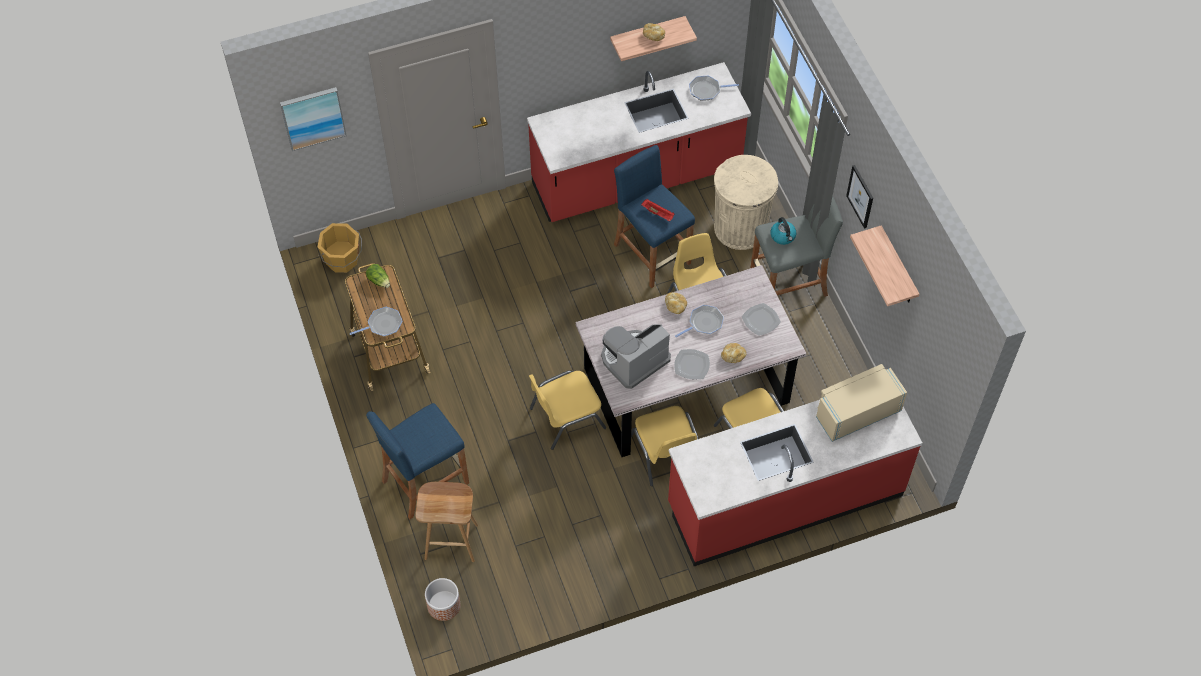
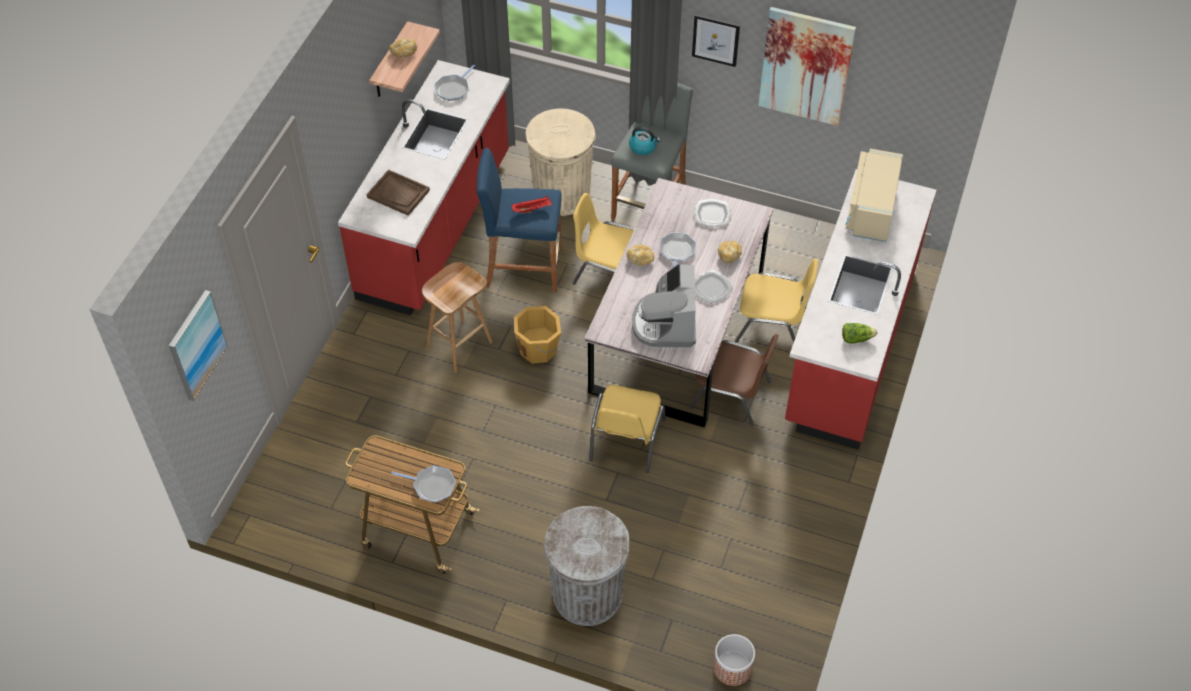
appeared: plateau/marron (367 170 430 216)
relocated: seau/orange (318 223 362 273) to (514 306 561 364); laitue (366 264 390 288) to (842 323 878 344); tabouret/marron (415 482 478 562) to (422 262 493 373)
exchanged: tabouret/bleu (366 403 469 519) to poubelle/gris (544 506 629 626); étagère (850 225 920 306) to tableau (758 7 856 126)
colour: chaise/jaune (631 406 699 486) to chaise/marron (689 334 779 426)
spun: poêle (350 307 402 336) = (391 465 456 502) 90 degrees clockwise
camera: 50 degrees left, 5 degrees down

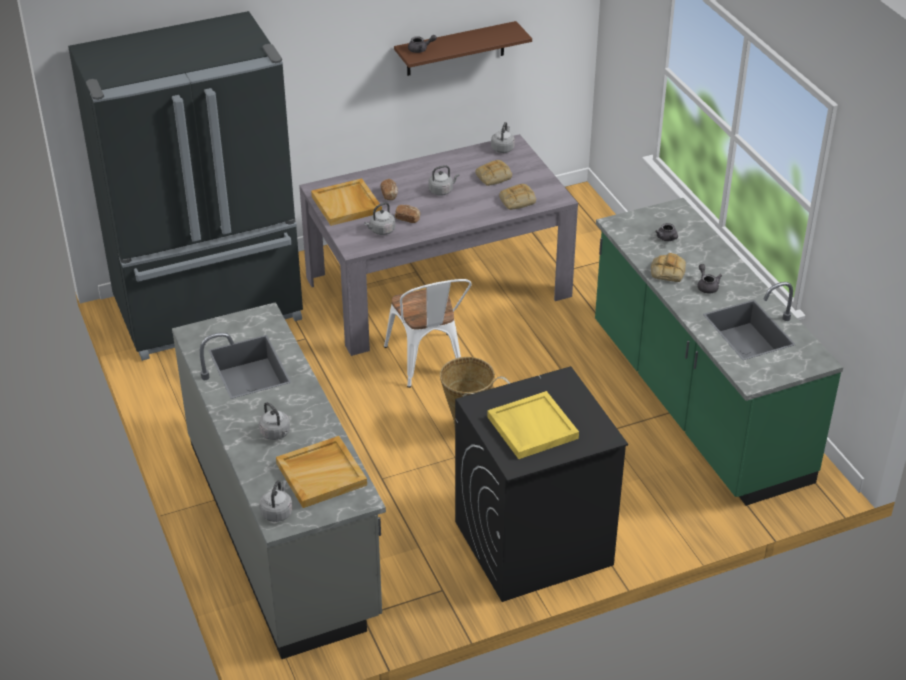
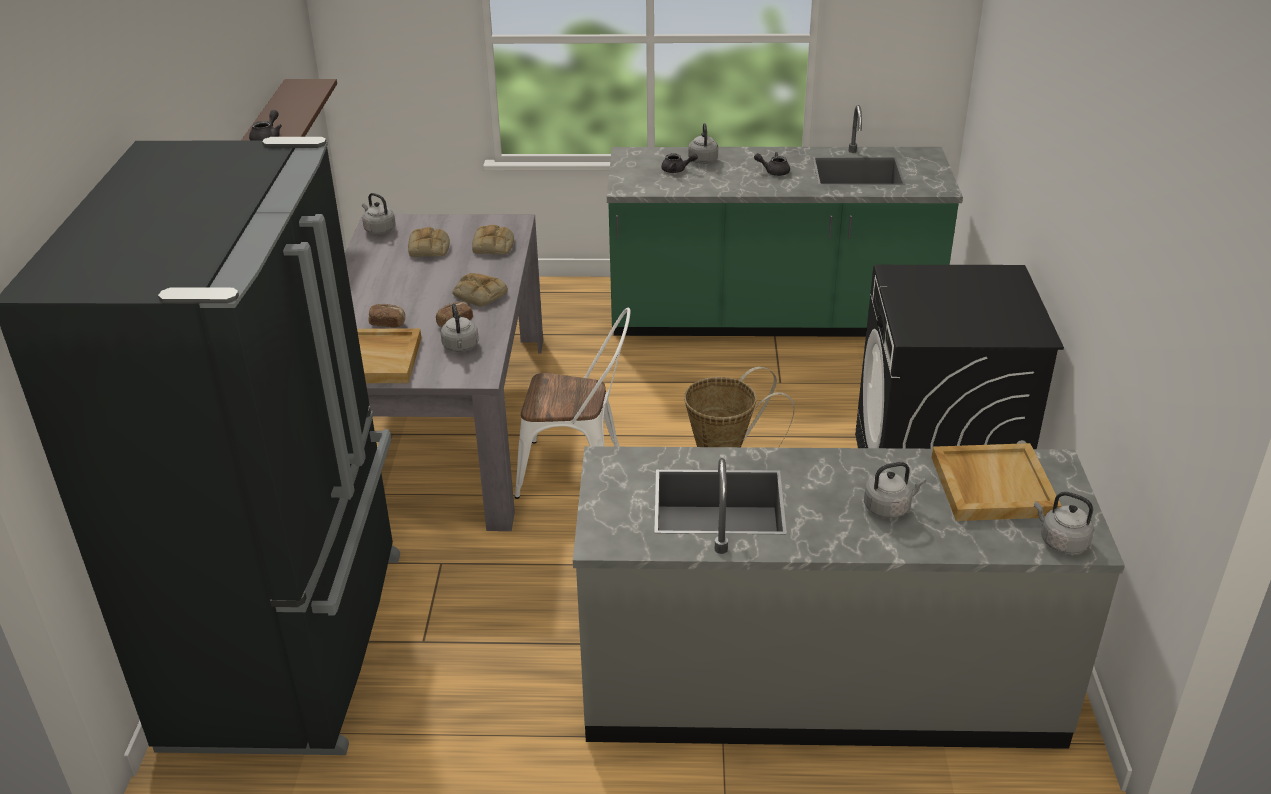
missing: plateau/jaune (488 391 579 459)
relocated: bouilloire/gris (428 165 459 196) to (688 123 718 164); pain (651 253 686 282) to (452 273 508 307)
camera: 65 degrees left, 5 degrees down

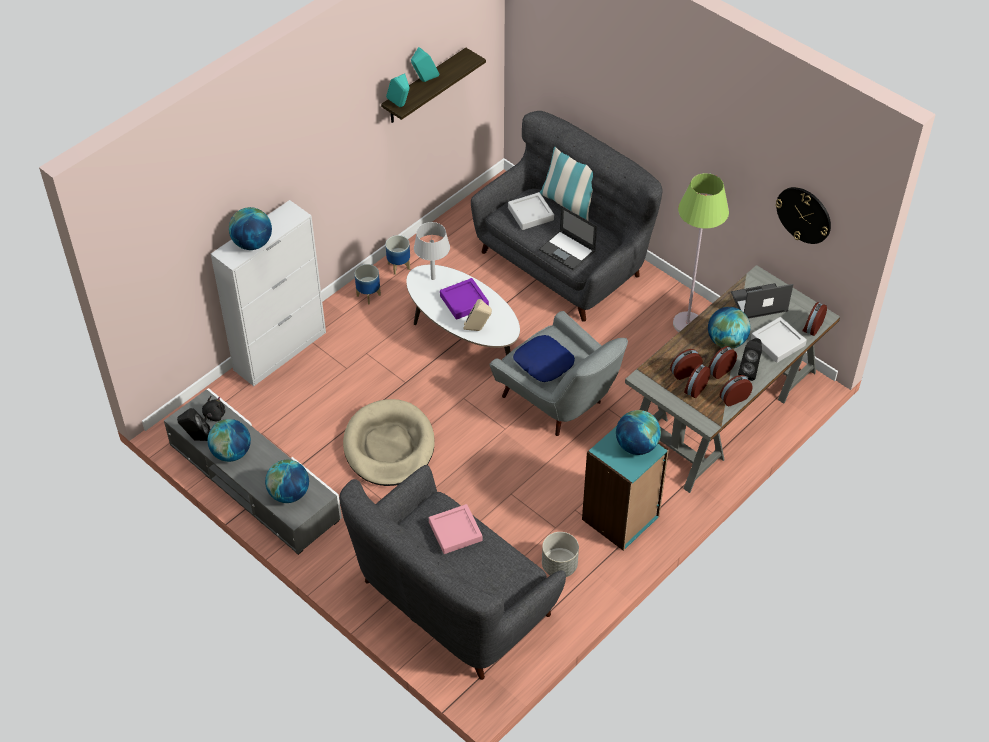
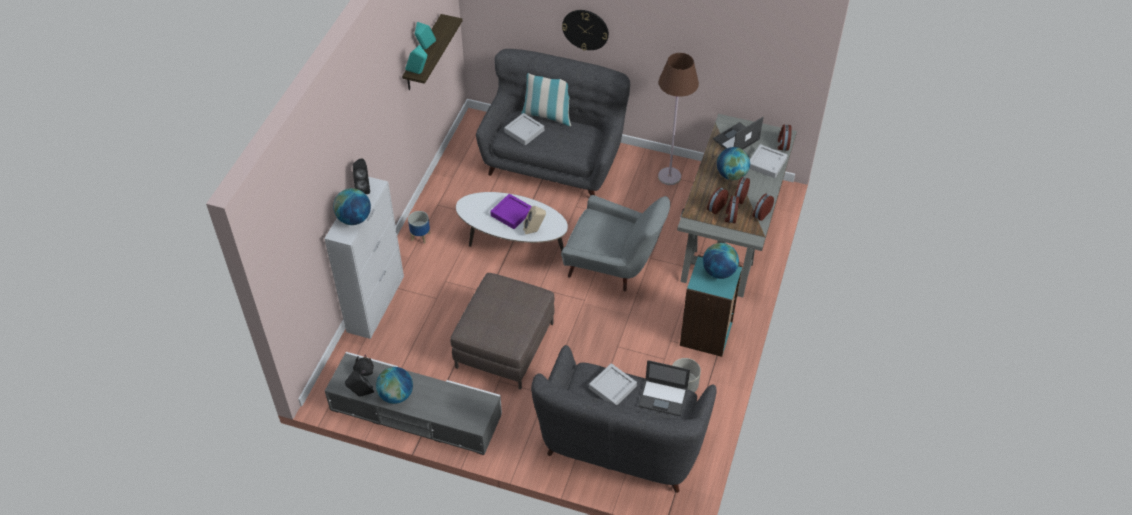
missing: globe (265 460 309 503); cache-pot (386 235 410 275); lampe de table/gris (414 222 450 280); coussin/bleu (513 335 575 382)
relocated: ordinateur portable (539 206 597 271) to (638 360 690 416); enceinte/noir (738 338 762 381) to (353 158 370 194); horloge murale (775 187 831 244) to (562 10 609 50)
exchanged: panier pour chien/beige (343 399 435 486) to pouf/marron (450 273 554 390)
colour: plateau/rose (429 504 482 554) to plateau/gris (589 363 637 405); lampadaire/vert (673 173 729 332) to lampadaire/marron (658 53 699 185)
camera: 25 degrees left, 0 degrees up

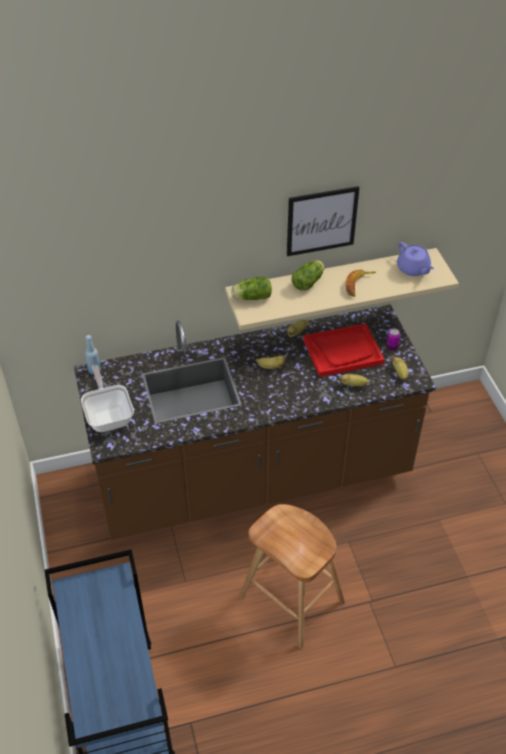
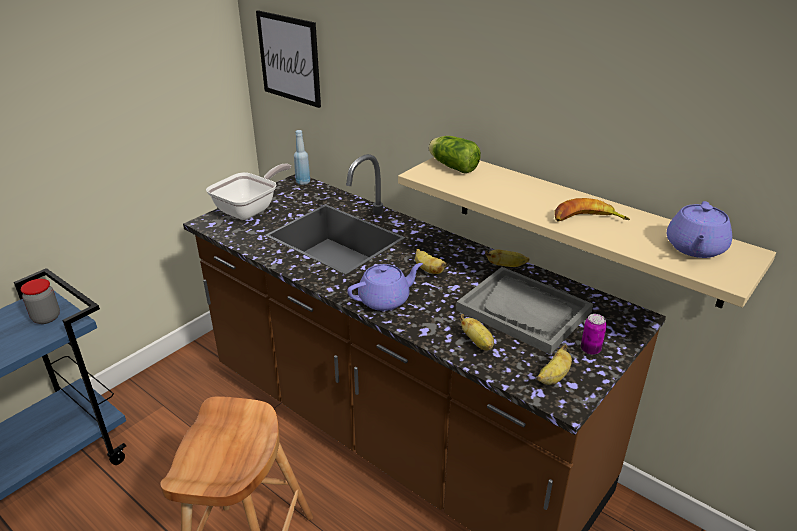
missing: laitue (291 260 324 291)
appeared: bocal (21 279 60 324); théière/violet (347 263 423 311)
relocated: tableau (287 186 359 256) to (256 10 321 108)
colour: plateau/rouge (303 323 385 377) to plateau/gris (456 267 593 354)
camera: 55 degrees right, 15 degrees down

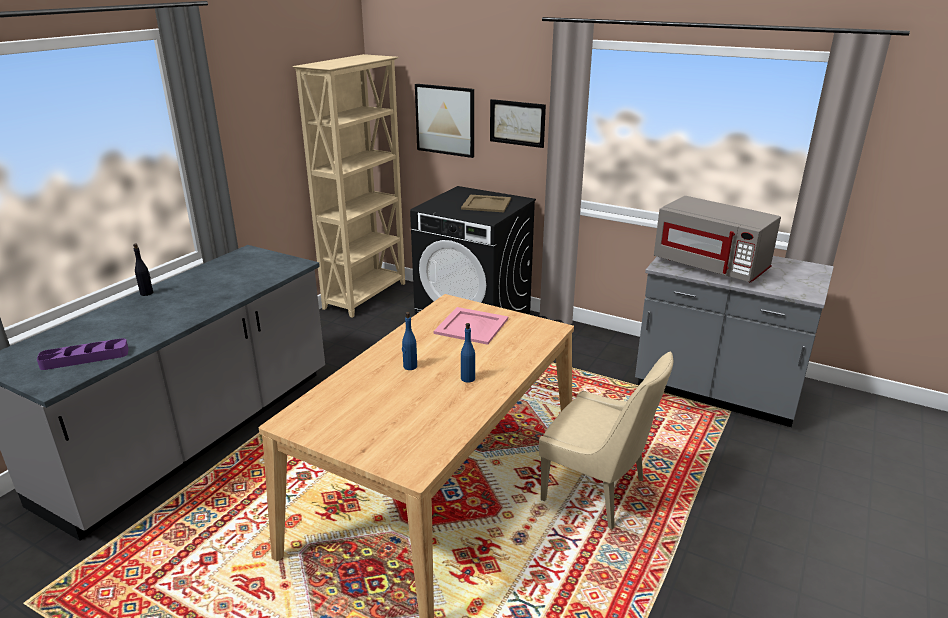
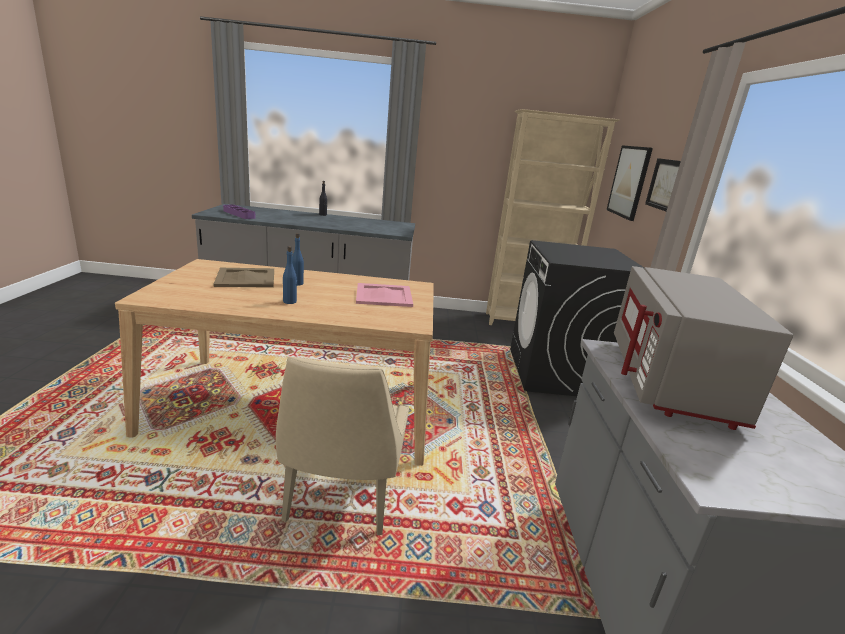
relocated: plateau/beige (461 195 511 212) to (213 268 274 287)
camera: 60 degrees right, 5 degrees down

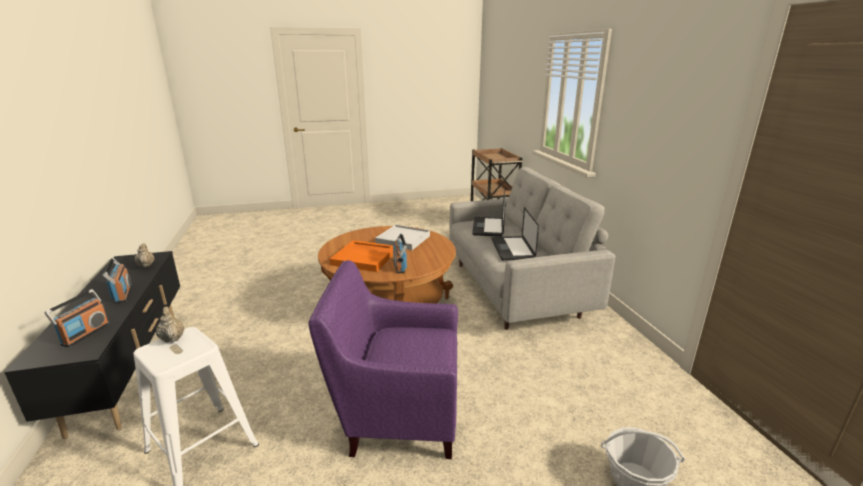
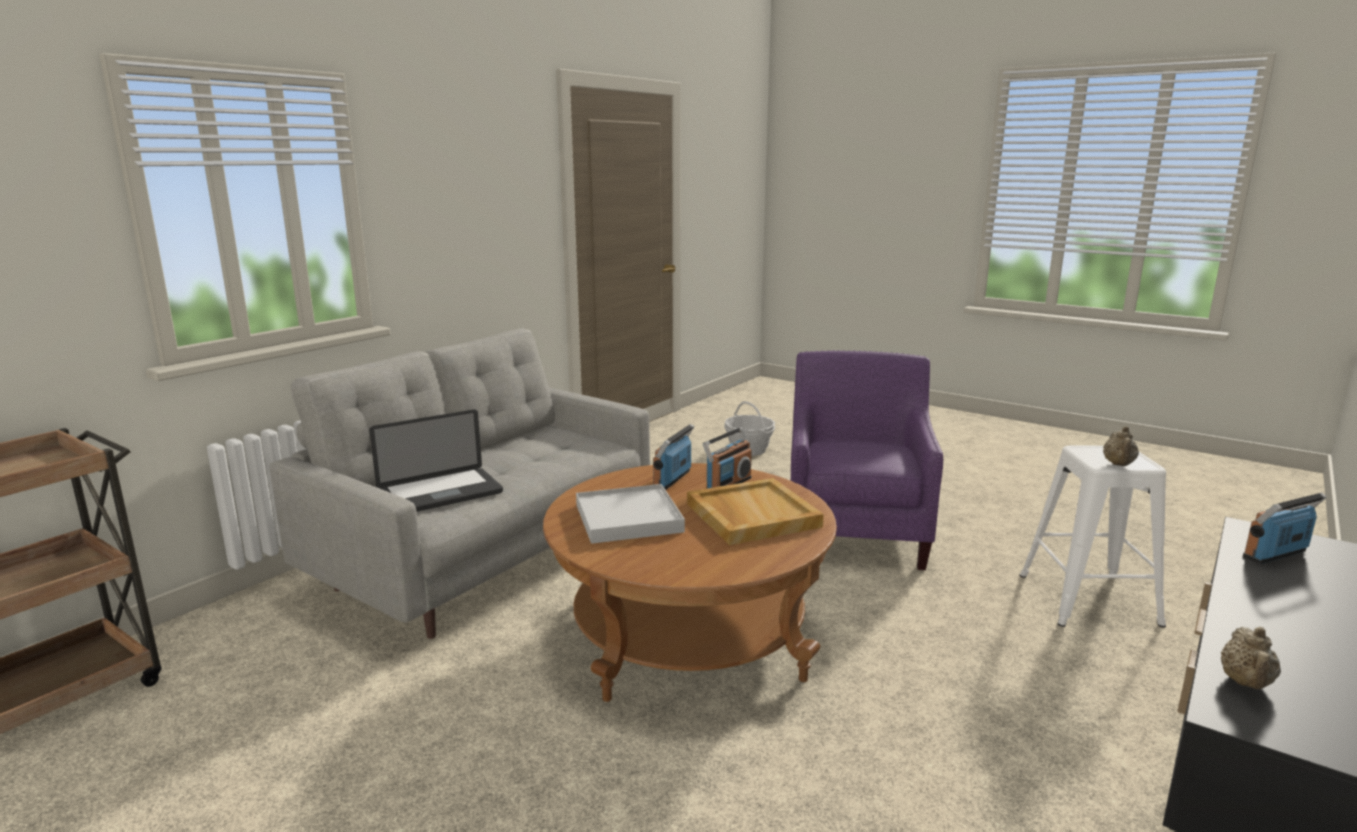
missing: ordinateur portable (491 207 539 260)
relocated: radio (103 258 132 303) to (653 424 694 490)
colour: plateau/orange (330 240 393 272) to plateau/beige (687 478 824 545)
spun: fauteuil/violet (308 260 458 459) = (791 350 943 570) 135 degrees counterclockwise
camera: 130 degrees left, 5 degrees down

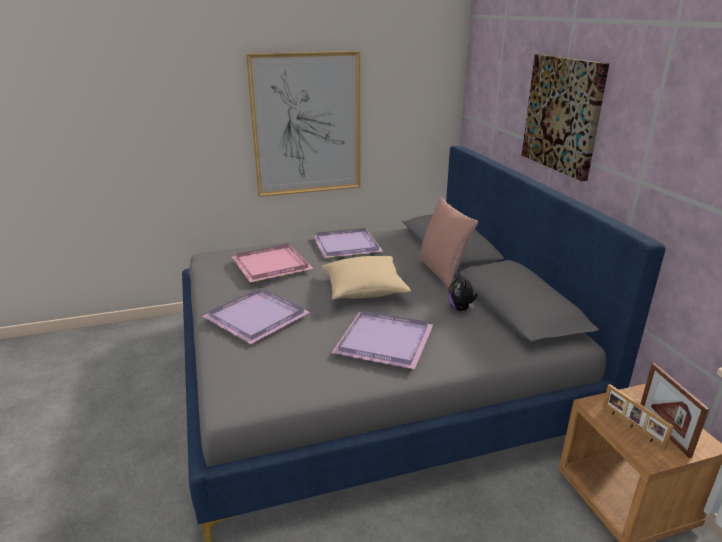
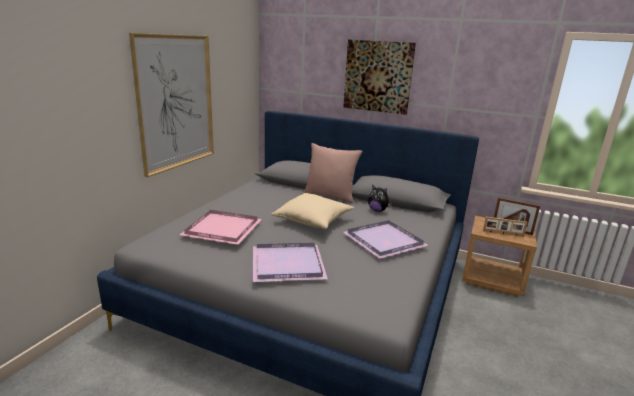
missing: plateau/violet (313 228 383 259)
camera: 50 degrees left, 5 degrees down

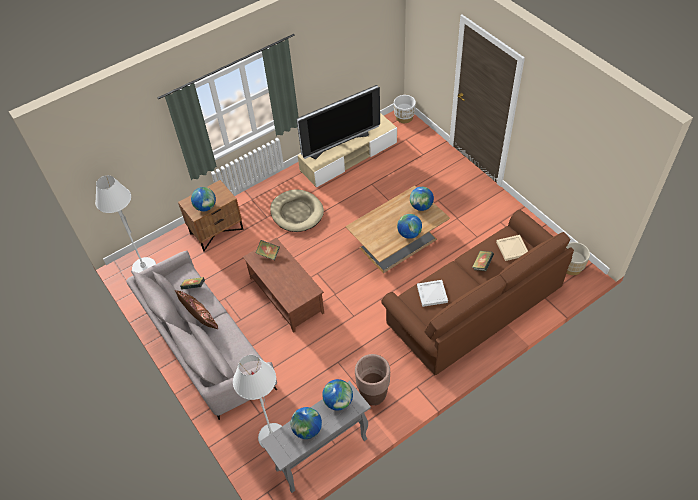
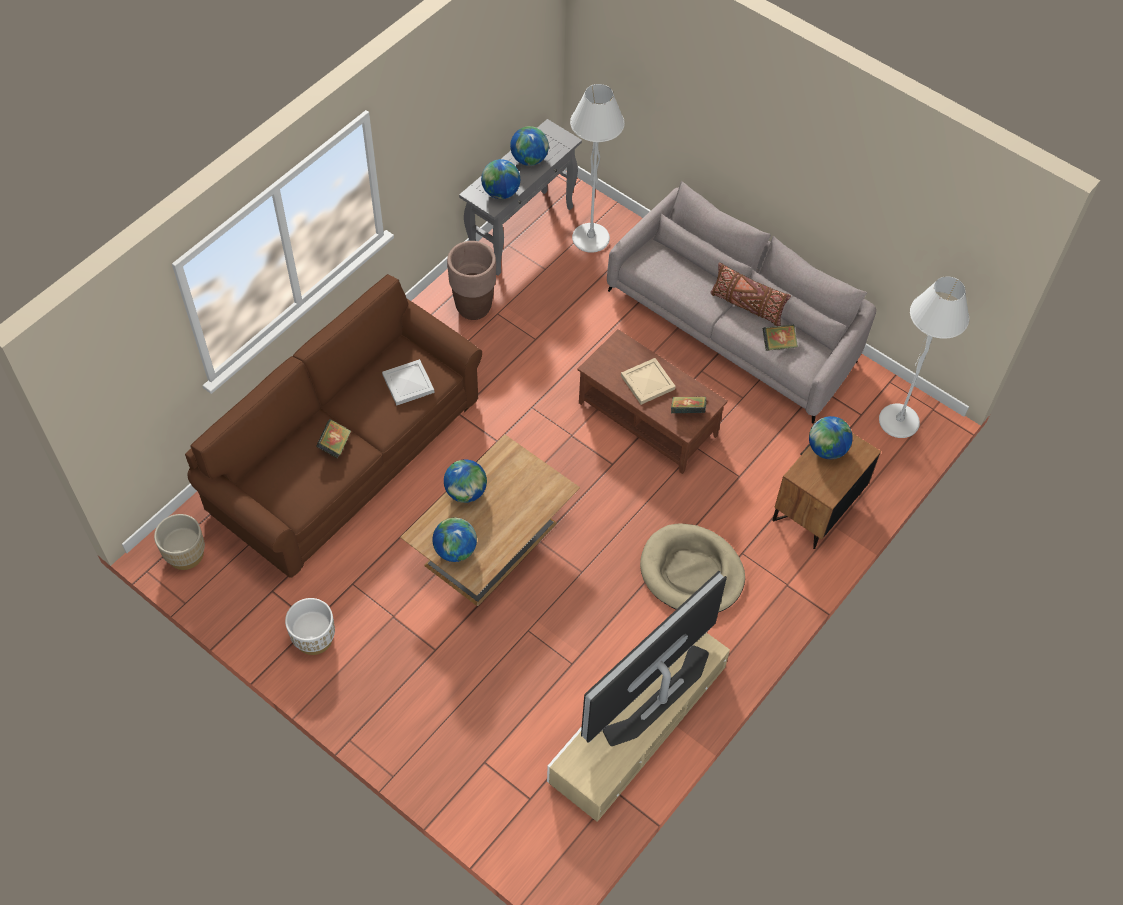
relocated: cache-pot/blanc (394 95 416 123) to (285 598 335 655); plateau/beige (496 235 528 261) to (621 358 676 405)
camera: 160 degrees right, 5 degrees up

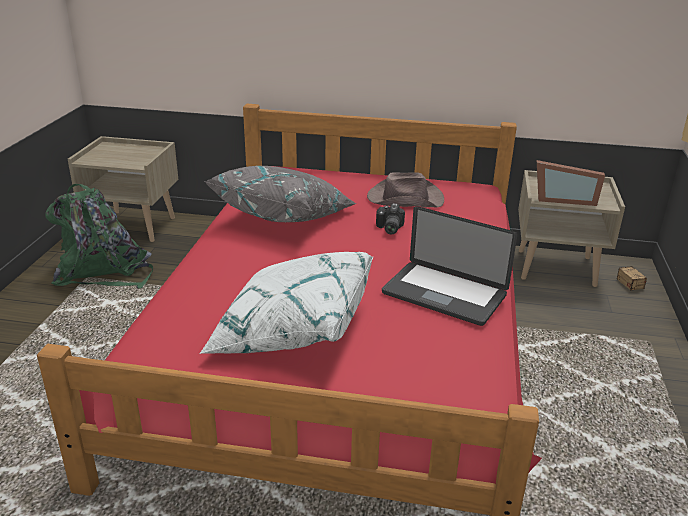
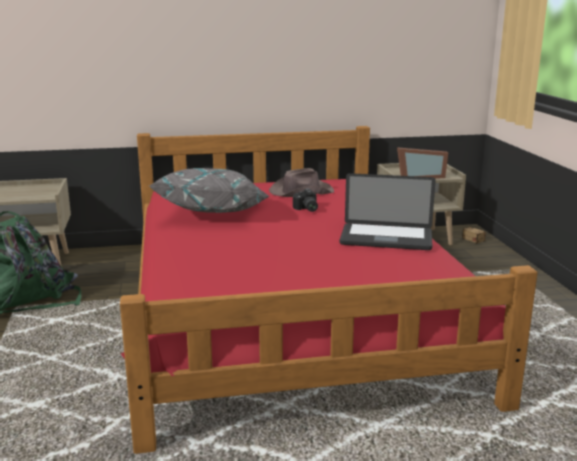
missing: coussin/blanc (199 252 373 354)
camera: 20 degrees left, 10 degrees down

